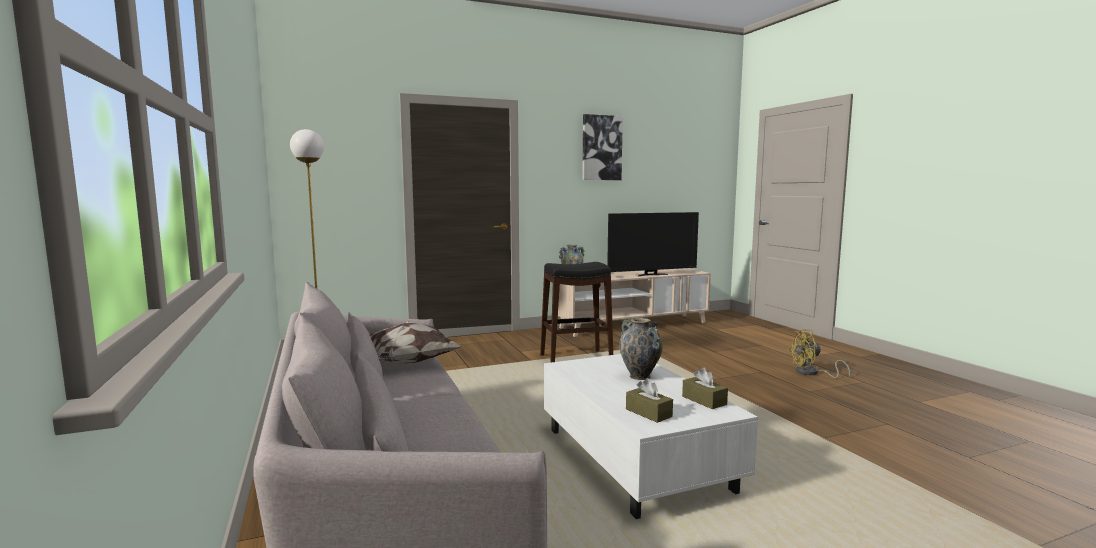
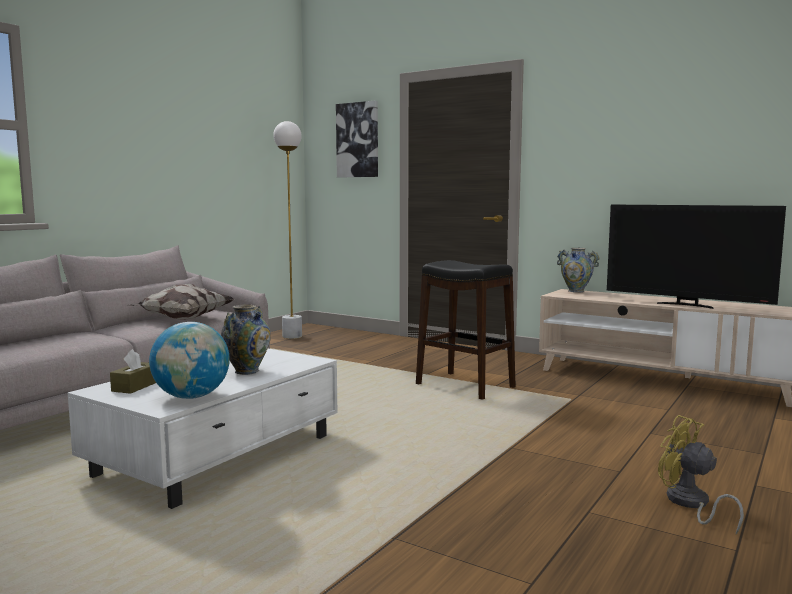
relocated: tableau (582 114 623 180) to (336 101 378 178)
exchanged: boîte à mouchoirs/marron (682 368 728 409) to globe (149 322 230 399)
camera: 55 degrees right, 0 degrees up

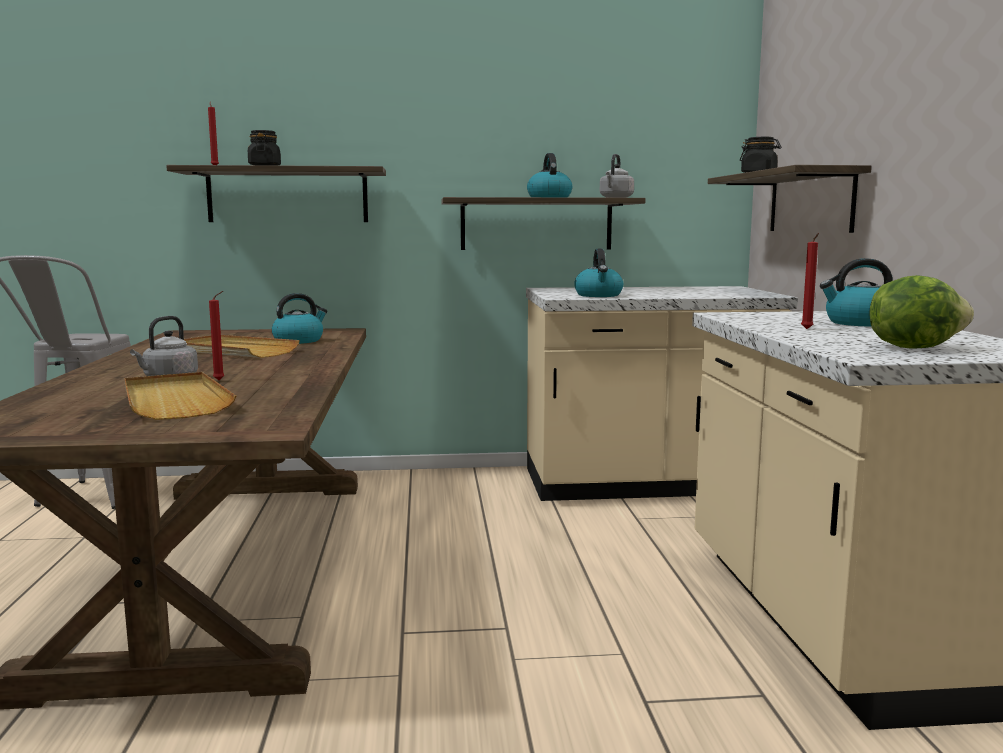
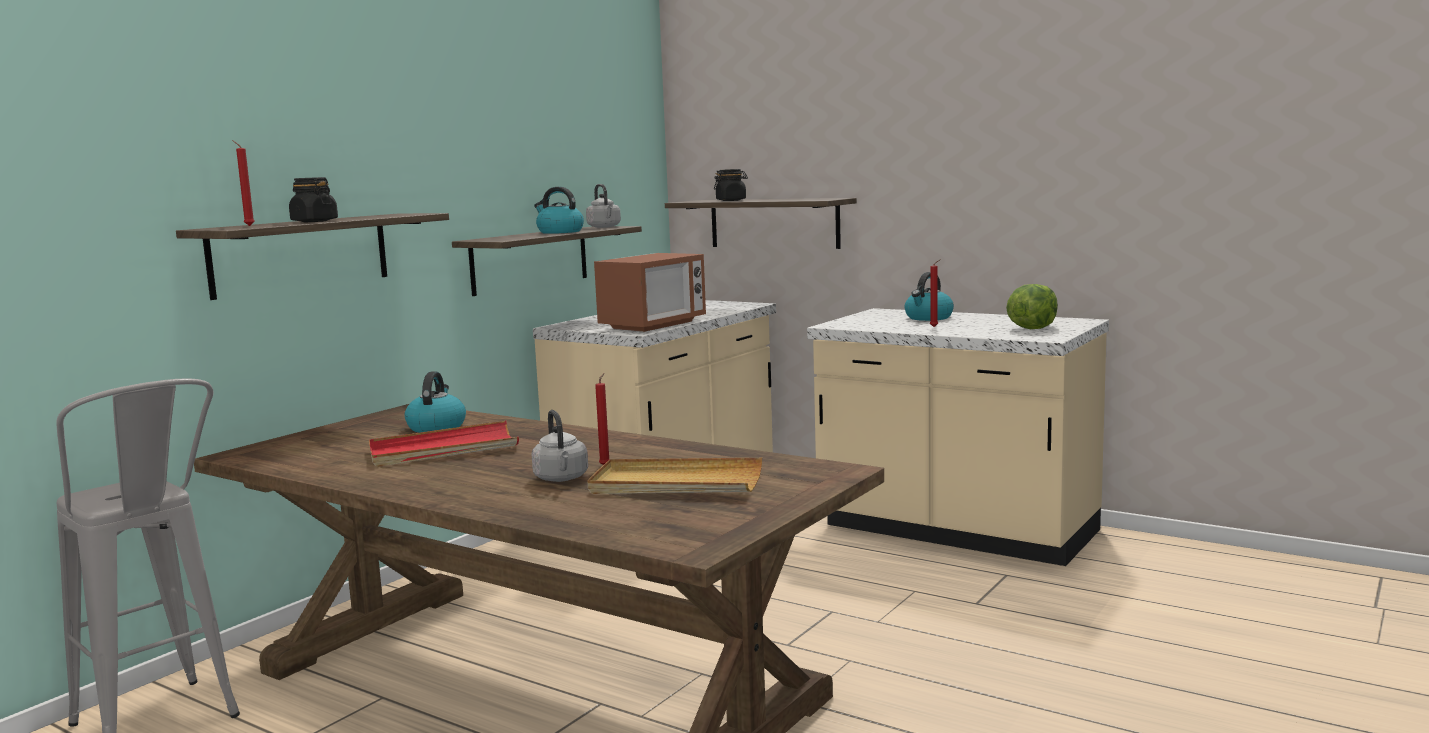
exchanged: bouilloire (574 249 623 297) to micro-ondes (594 253 706 332)
colour: plateau/beige (184 335 300 358) to plateau/rouge (369 421 519 467)
camera: 50 degrees left, 0 degrees up

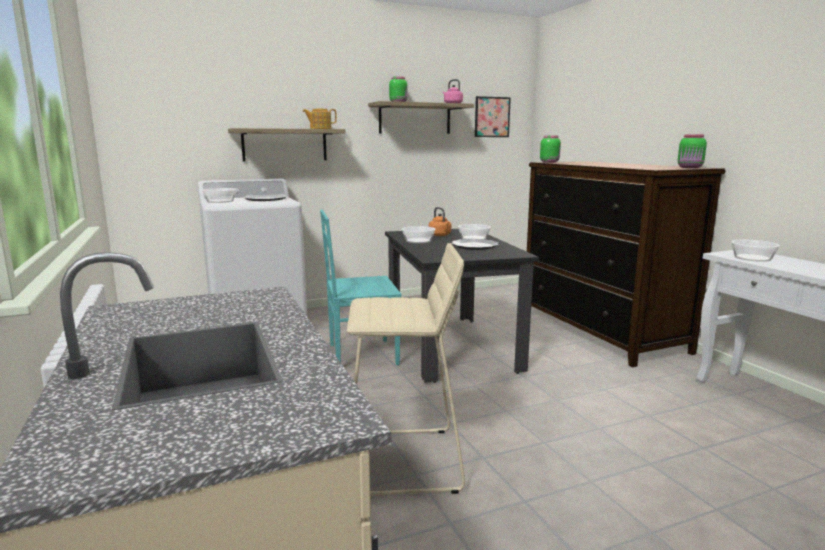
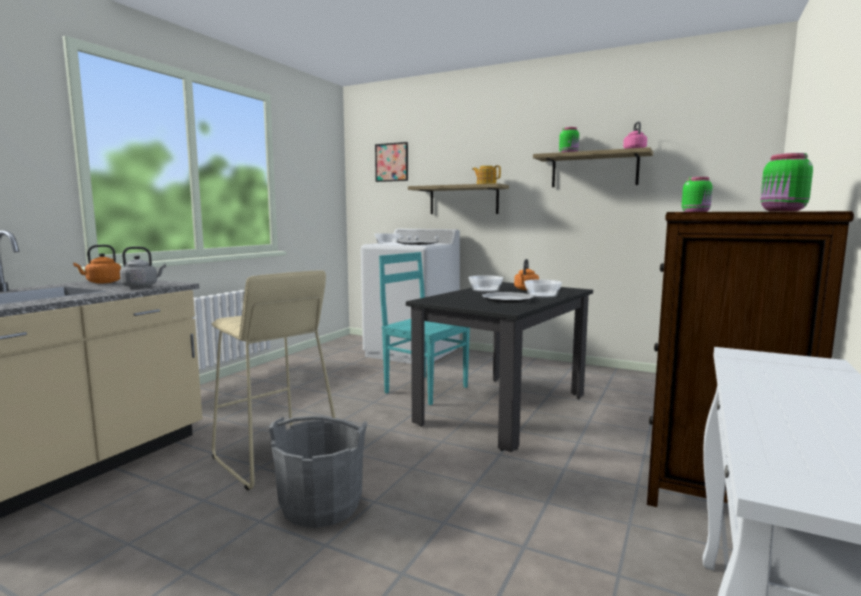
missing: bol (731 240 780 262)
appeared: bouilloire/orange (73 245 121 284); bouilloire/gris (120 246 166 288); seau/gris (269 416 367 528)
relocated: tableau (475 96 511 137) to (375 142 408 182)
camera: 50 degrees right, 5 degrees down

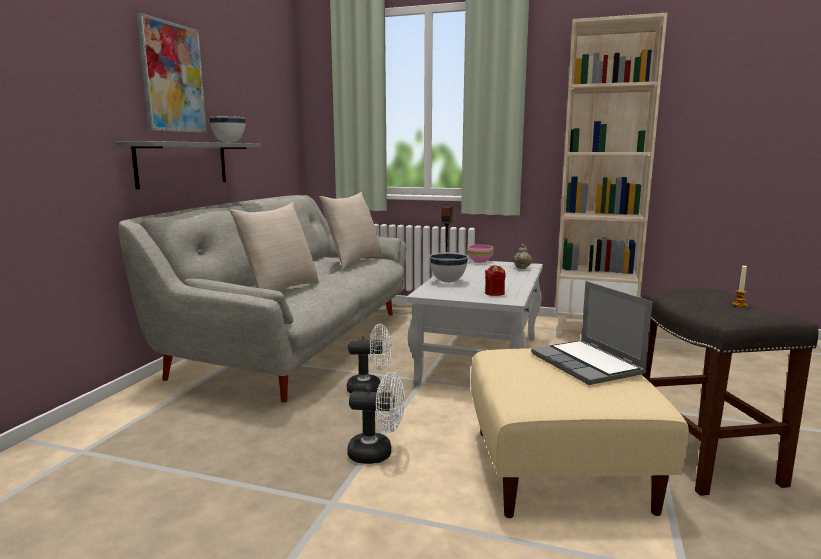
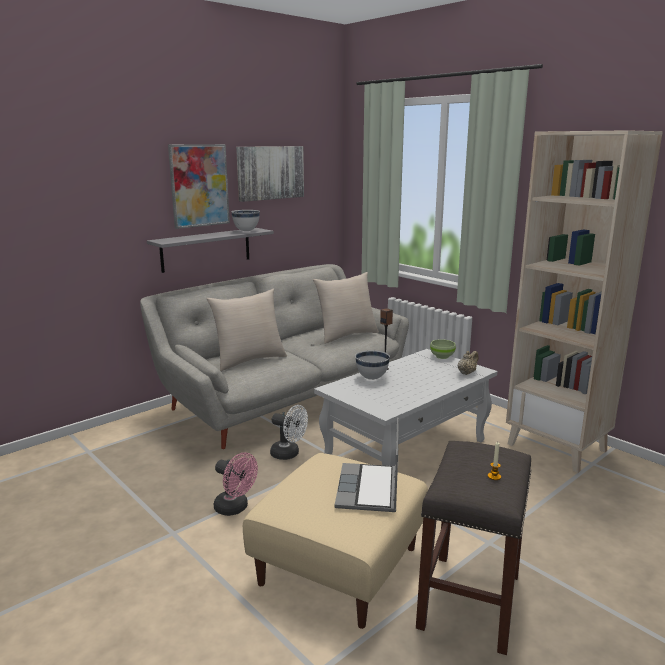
missing: bougie/rouge (485 265 506 296)
appeared: tableau (236 146 304 202)
colour: ventilateur/blanc (347 372 405 464) to ventilateur/rose (214 452 258 516); bol/rose (467 245 494 263) to bol/vert (430 339 456 359)
camera: 30 degrees right, 5 degrees up

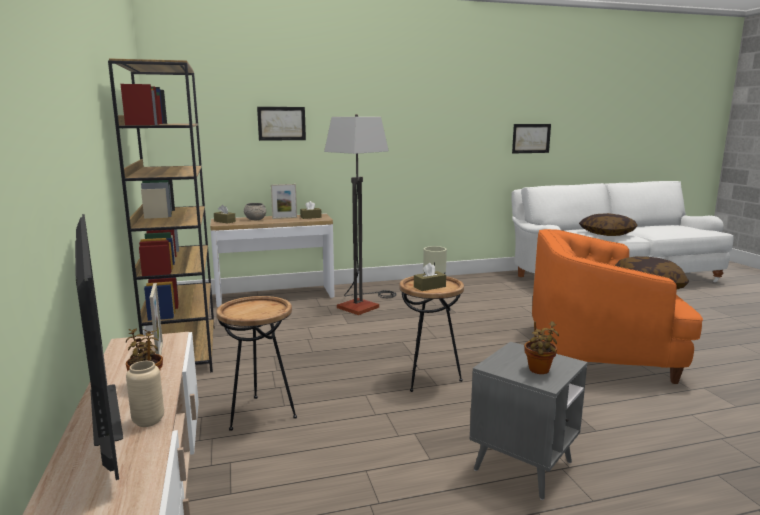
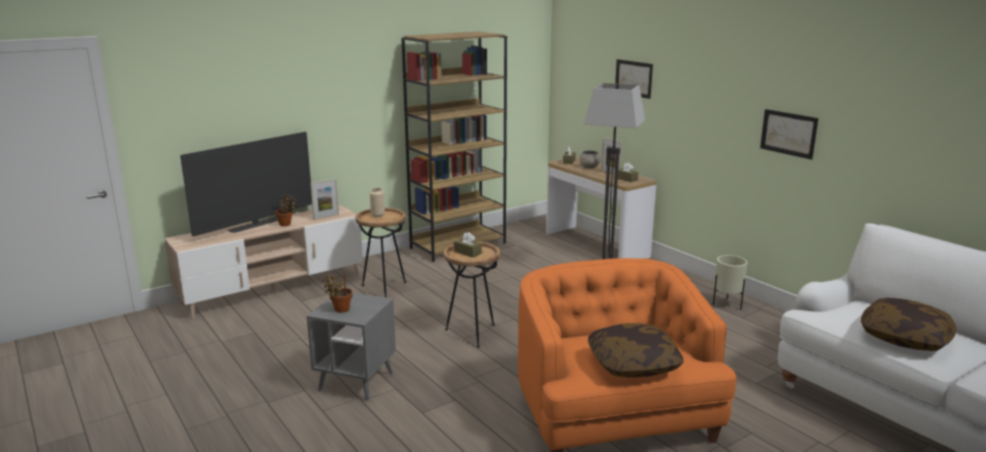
relocated: vase/beige (126 361 164 427) to (370 188 385 217); tableau (512 124 551 153) to (760 109 818 160)
camera: 70 degrees right, 5 degrees up

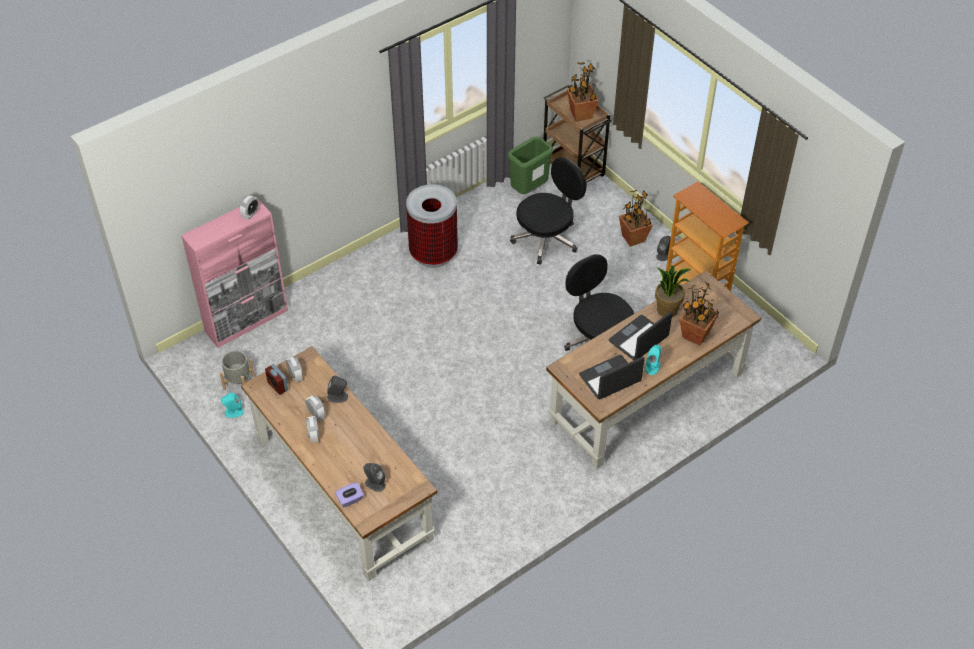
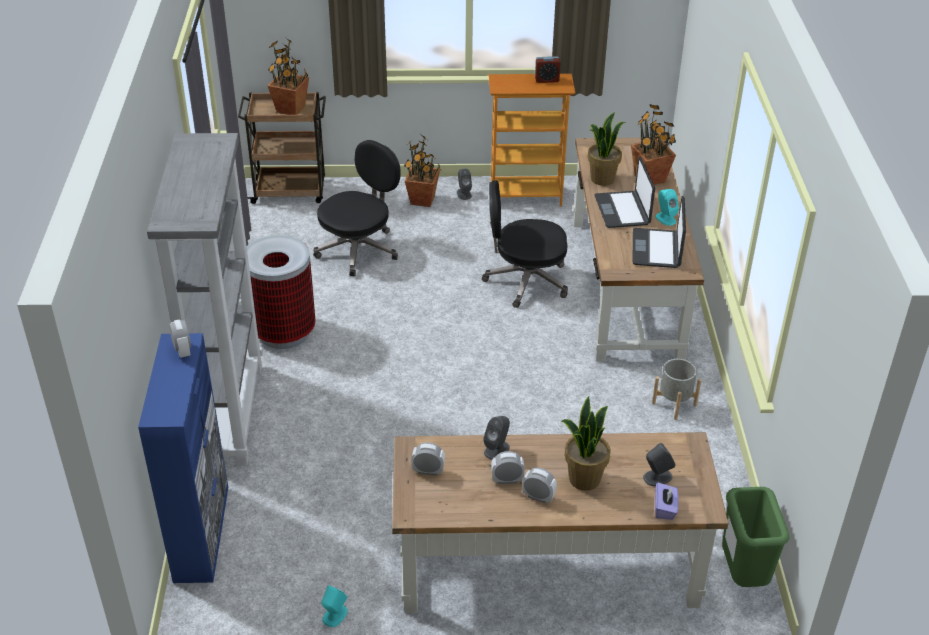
appeared: bibliothèque/gris (147 133 263 466); plante en pot (562 396 611 491)
relocated: cache-pot/gris (219 350 255 394) to (652 359 701 420); réveil (265 364 288 395) to (535 56 561 83); poubelle/vert (507 137 553 194) to (722 487 790 587)
colour: meuble de rangement/rose (181 198 288 348) to meuble de rangement/bleu (138 333 228 583)
spun: chaise de bureau/noir (510 157 587 265) = (313 140 400 276) 45 degrees clockwise
camera: 55 degrees left, 10 degrees down

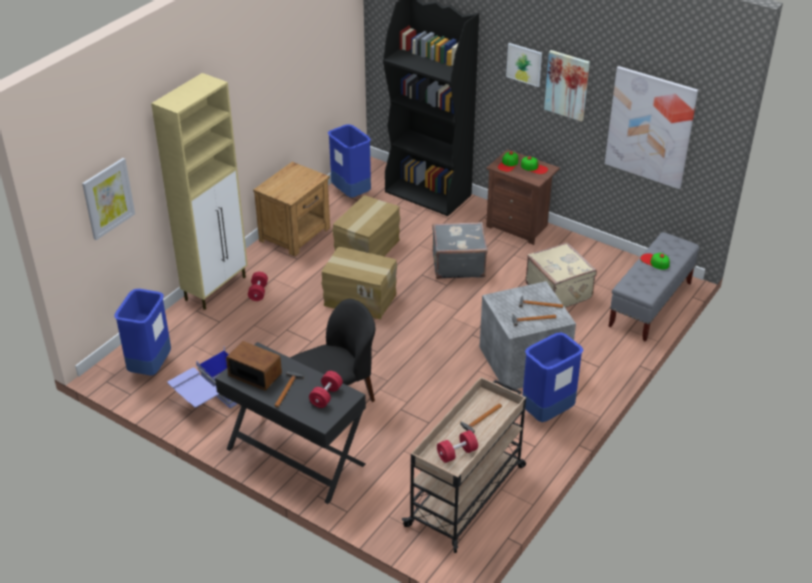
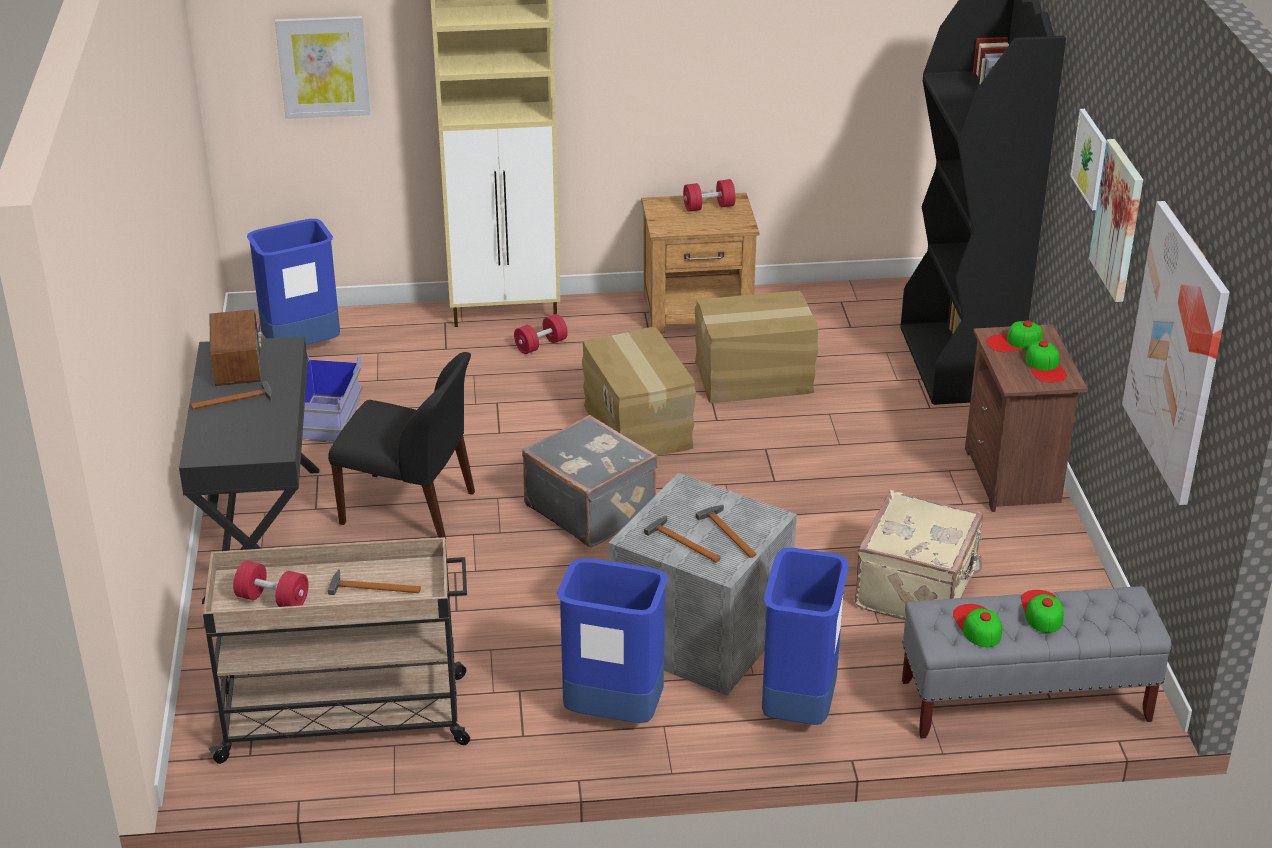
appeared: casquette (953 604 1002 647)
relocated: haltère/rouge (309 371 343 408) to (683 179 736 212); poubelle/bleu (328 124 371 198) to (762 548 848 725); valise/gris (432 222 488 279) to (522 415 658 548)
camera: 50 degrees right, 5 degrees down

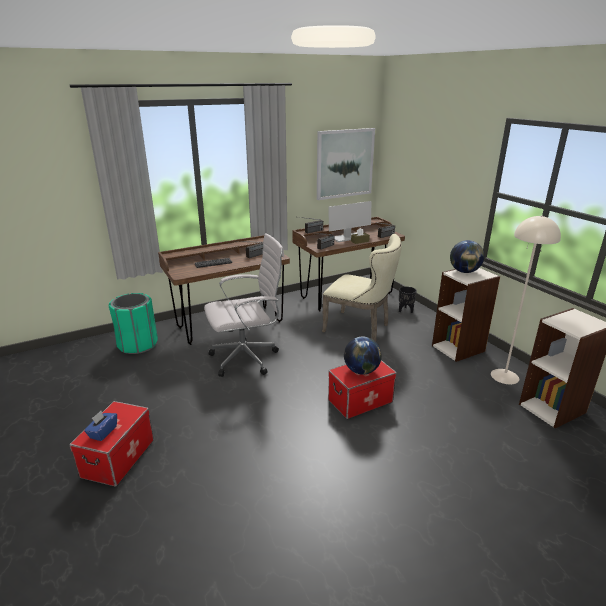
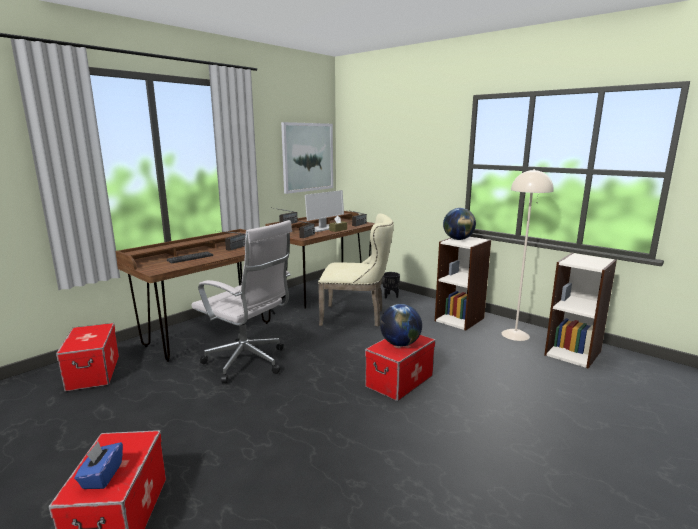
exchanged: poubelle/vert (109 293 158 354) to boîte de rangement (56 323 119 392)
spun: chaise de bureau/blanc (204 233 284 377) = (191 220 292 384) 75 degrees clockwise
camera: 20 degrees left, 10 degrees down

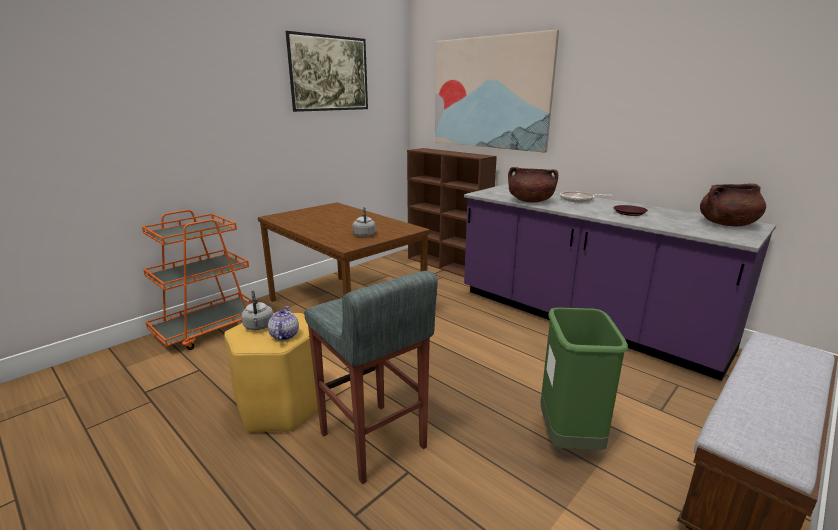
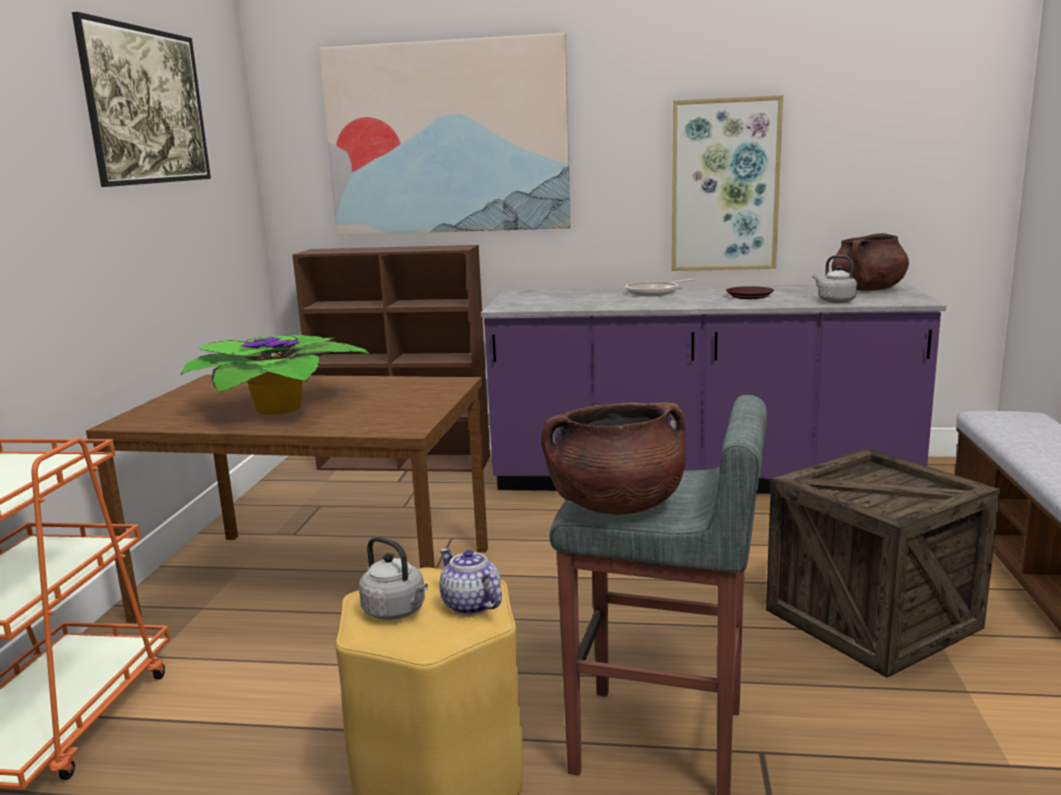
appeared: plante en pot (181 335 371 415); tableau (672 95 783 271)
relocated: bouilloire/gris (353 207 376 237) to (812 255 857 303); marmite/marron (508 167 558 203) to (541 402 686 514)
exchanged: poubelle/vert (540 307 628 450) to caisse (766 448 1000 678)
camera: 35 degrees left, 5 degrees down

